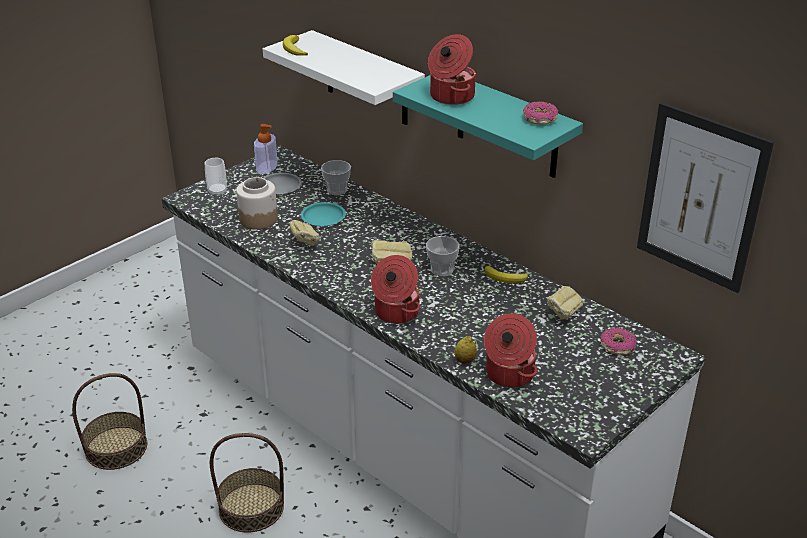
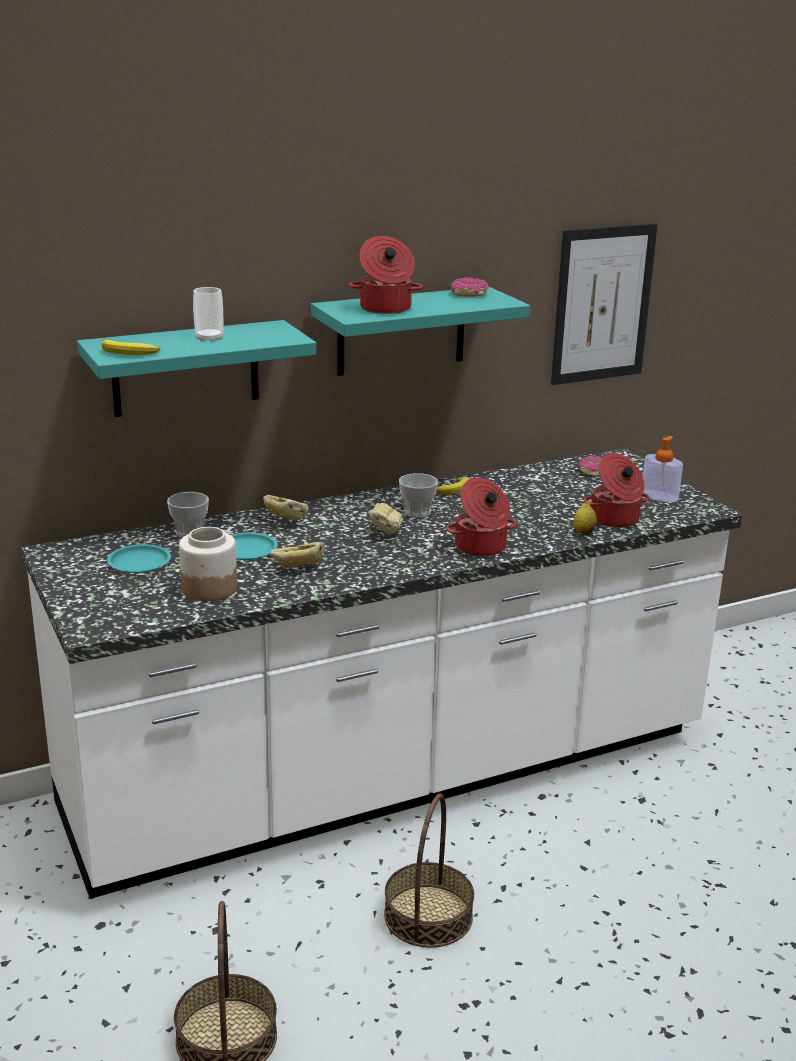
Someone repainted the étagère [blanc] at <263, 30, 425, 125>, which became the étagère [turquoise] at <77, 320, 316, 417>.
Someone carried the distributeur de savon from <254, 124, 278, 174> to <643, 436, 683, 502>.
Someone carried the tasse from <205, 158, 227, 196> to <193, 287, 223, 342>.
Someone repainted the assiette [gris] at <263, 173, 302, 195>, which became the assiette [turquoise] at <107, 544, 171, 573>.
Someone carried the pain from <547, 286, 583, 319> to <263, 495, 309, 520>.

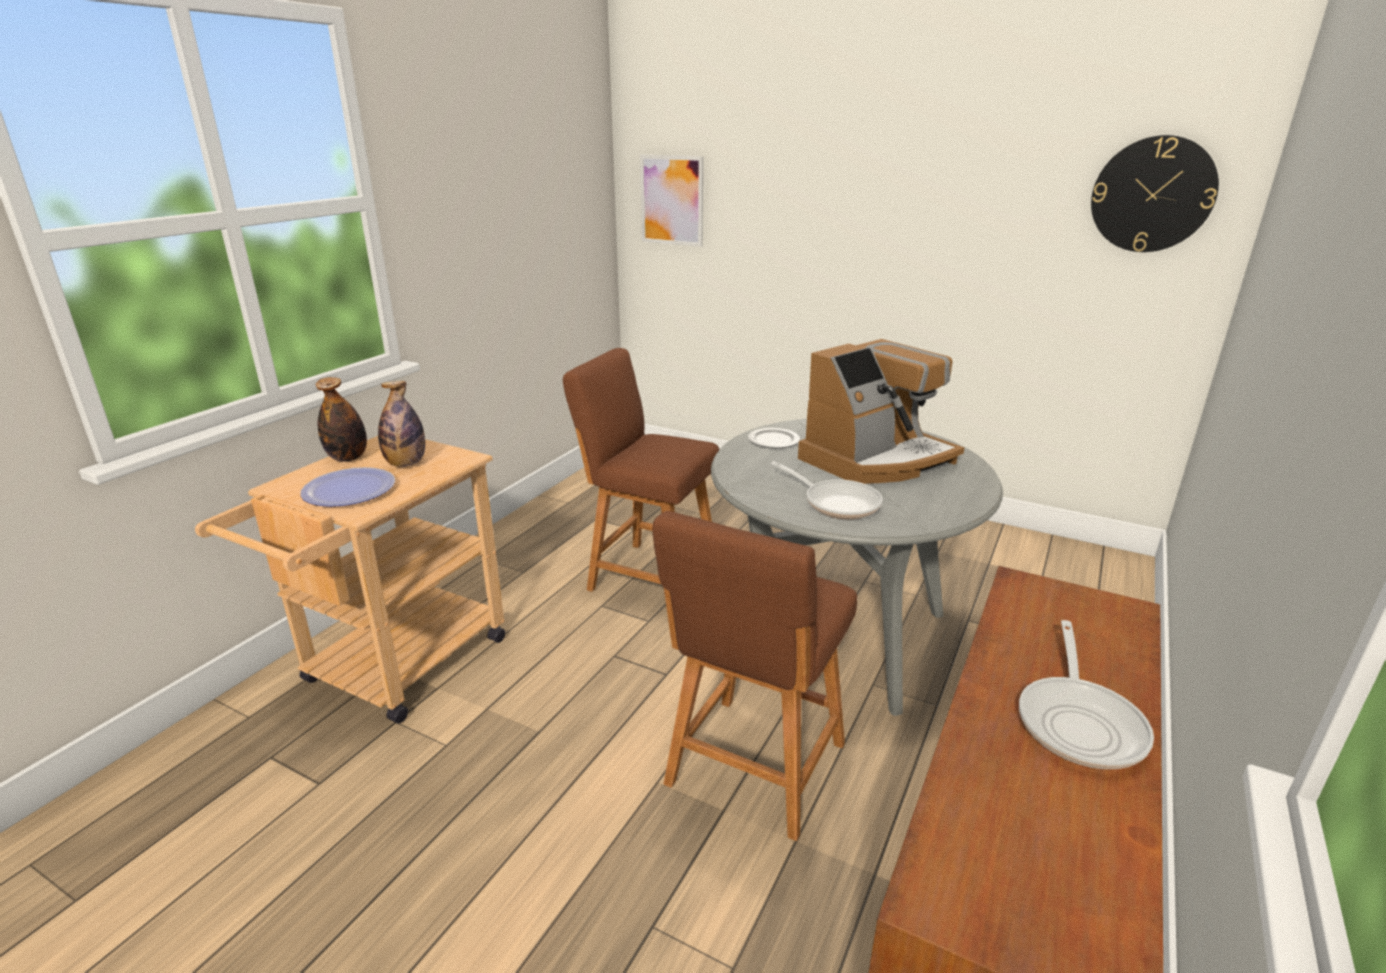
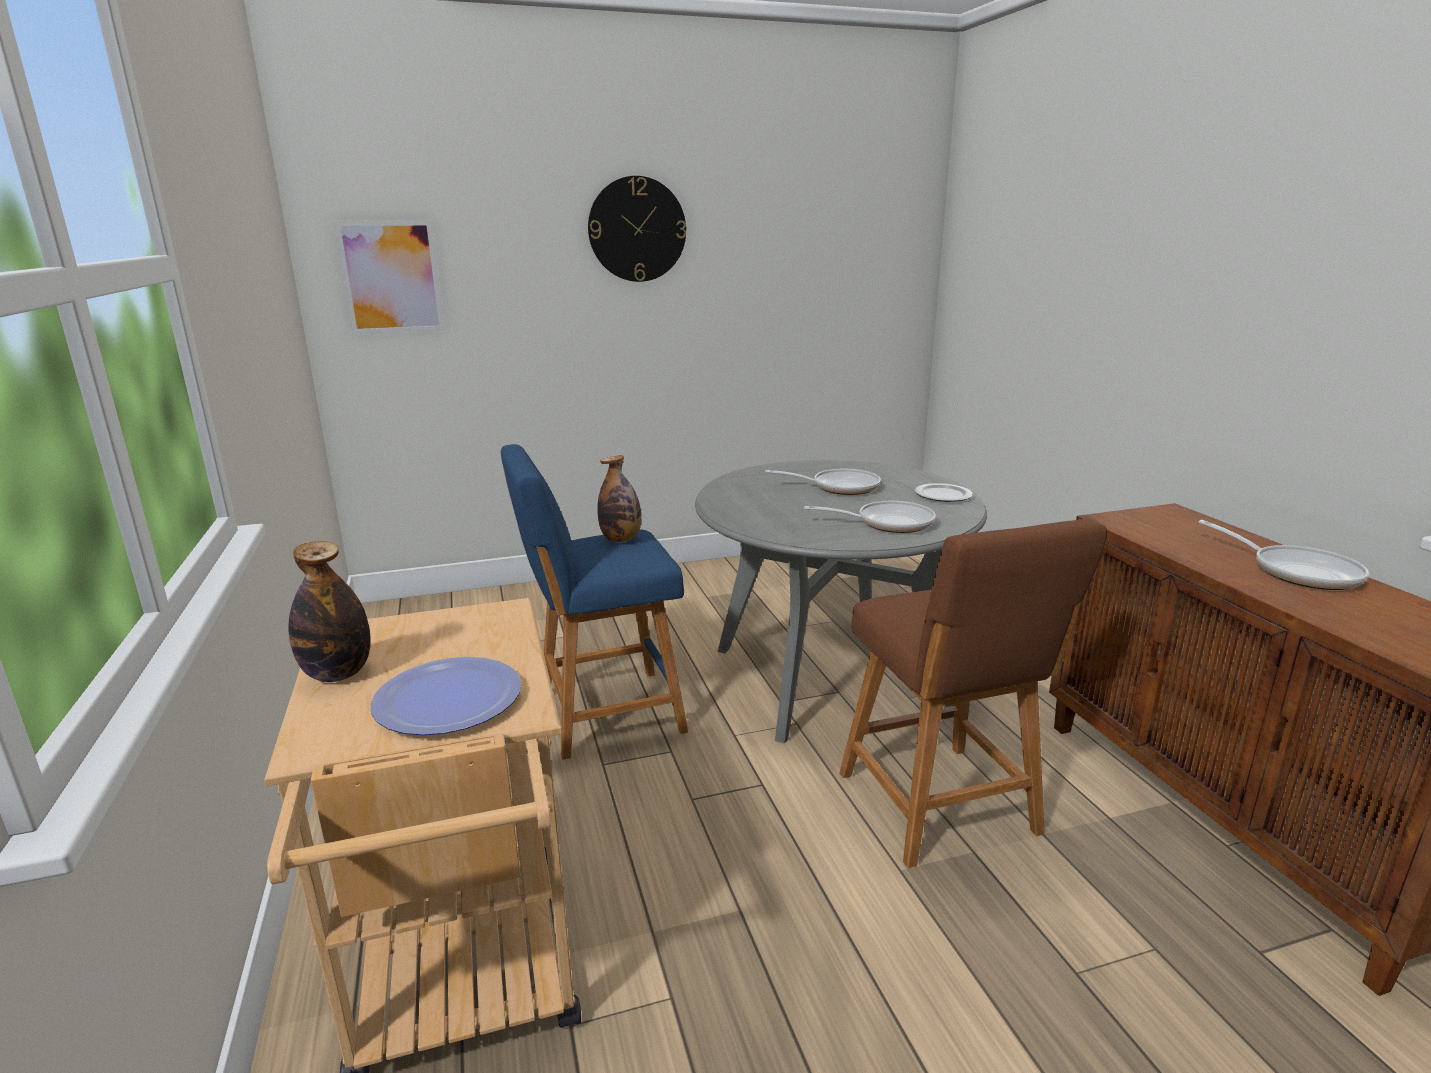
Someone carried the horloge murale from <1091, 135, 1219, 252> to <588, 176, 686, 282>.
Someone swapped the machine à café at <798, 339, 965, 484> for the poêle at <765, 469, 881, 495>.
Someone repainted the tabouret [marron] at <563, 348, 720, 592>, which became the tabouret [bleu] at <501, 444, 688, 760>.
Someone carried the bouteille from <378, 381, 425, 467> to <597, 455, 641, 542>.
Someone carried the assiette from <748, 428, 800, 448> to <915, 483, 973, 502>.

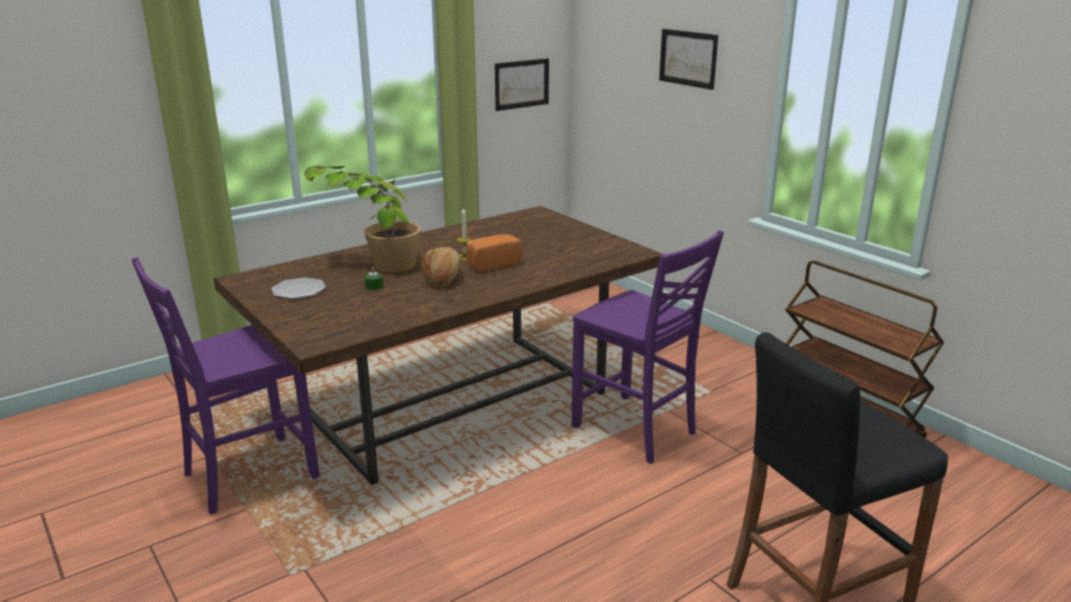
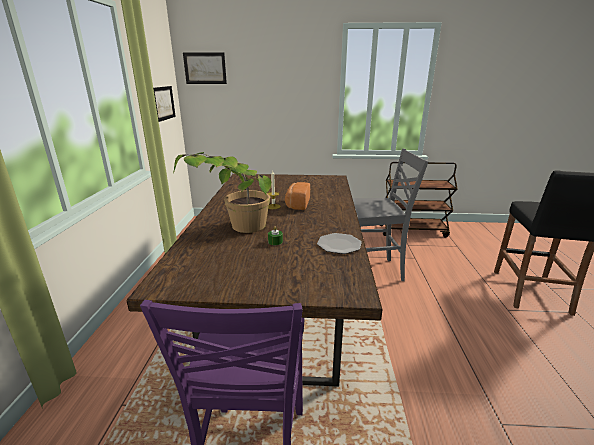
Someone carried the tableau from <659, 29, 718, 90> to <183, 52, 227, 84>.
Someone repainted the chaise [violet] at <572, 230, 724, 464>, which became the chaise [gris] at <352, 149, 429, 281>.
Someone took away the pain at <422, 247, 461, 287>.
Someone carried the assiette from <271, 277, 326, 299> to <317, 233, 362, 254>.

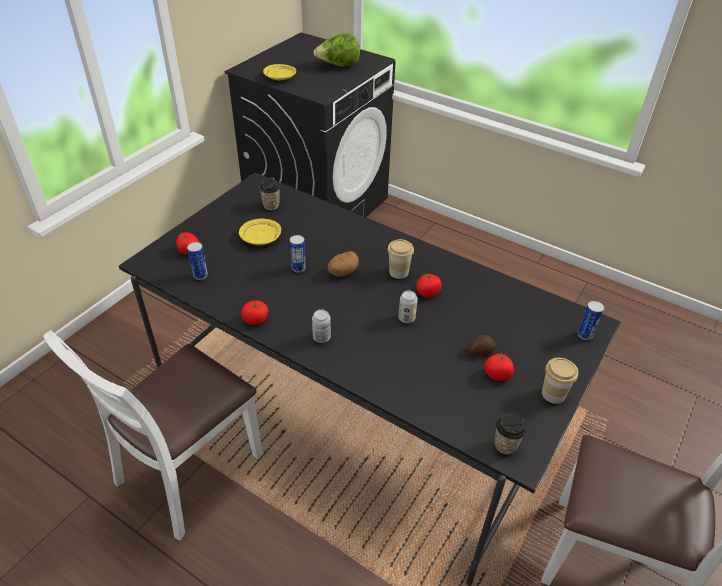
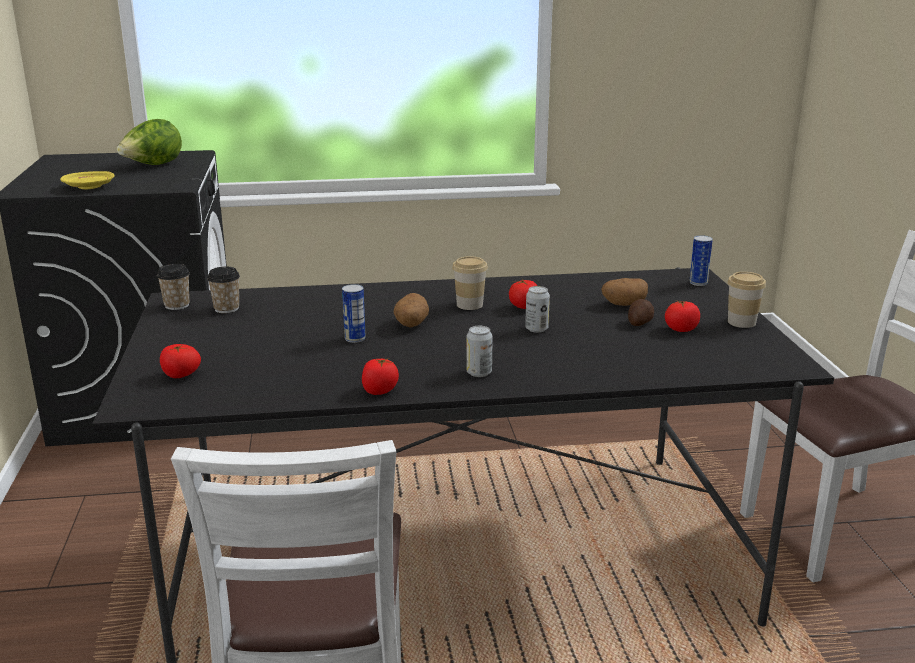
Someone took away the assiette [jaune] at <239, 219, 281, 245>.
Someone took away the boîte métallique at <187, 242, 208, 280>.
Someone carried the tasse from <494, 412, 527, 454> to <157, 264, 190, 310>.
Someone put down the pomme de terre at <601, 278, 648, 306>.

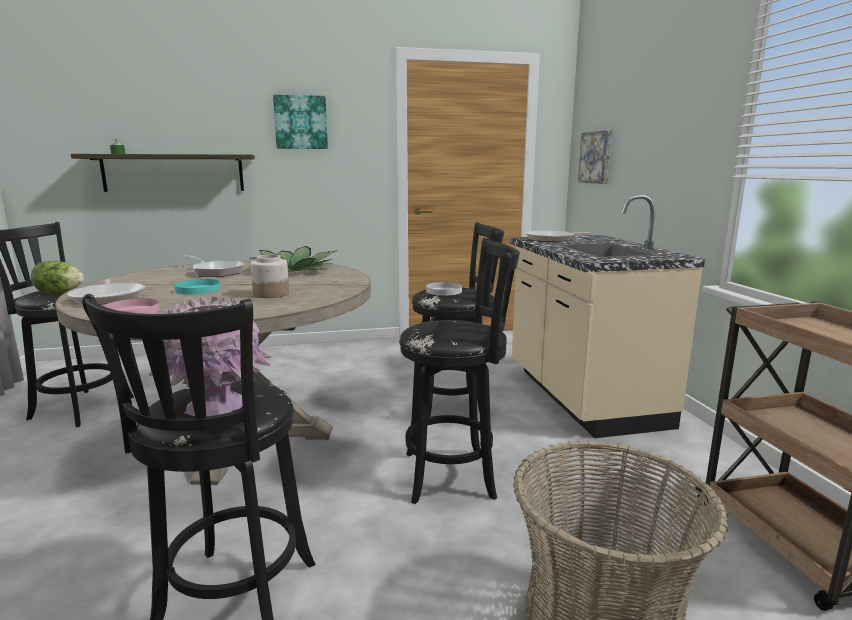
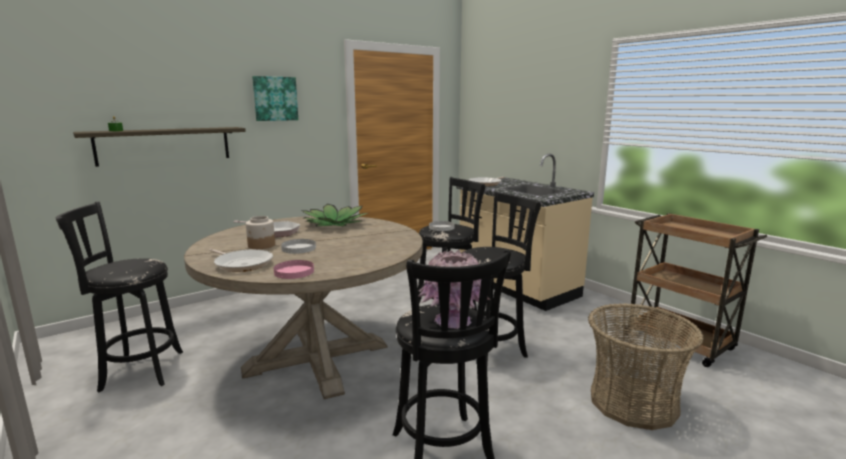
Someone took away the tableau at <578, 130, 612, 184>.
Someone carried the bocal from <251, 255, 289, 298> to <246, 216, 275, 249>.
Someone took away the laitue at <31, 261, 84, 293>.
Someone repainted the assiette [turquoise] at <174, 279, 220, 295>, which became the assiette [blanc] at <281, 239, 316, 254>.

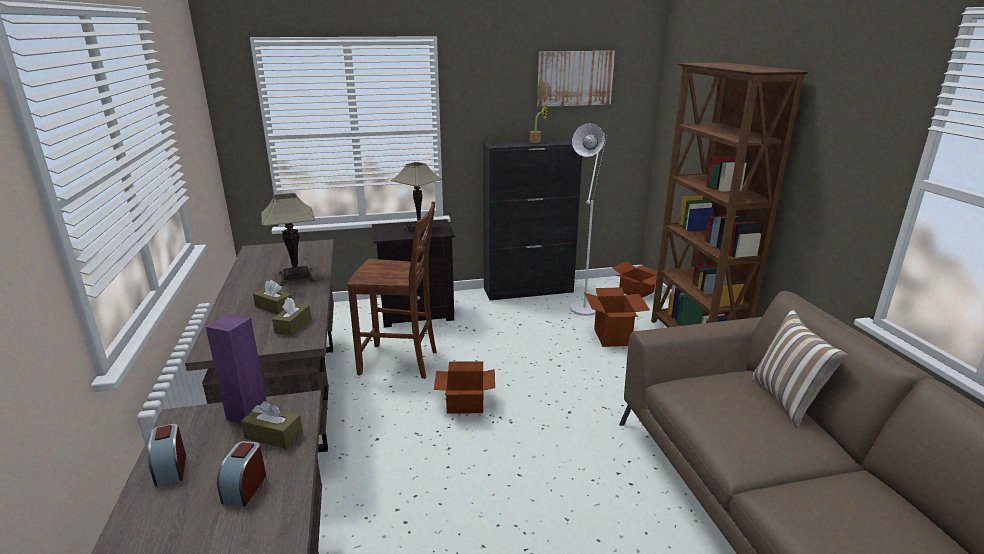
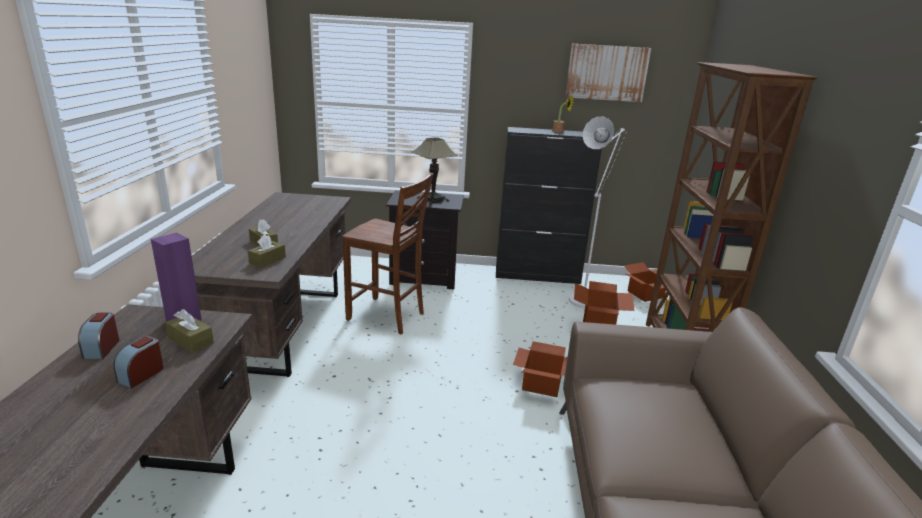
Someone took away the lampe de table at <261, 193, 315, 286>.
Someone took away the coussin at <752, 310, 848, 428>.
Someone carried the carton from <434, 361, 495, 414> to <513, 341, 567, 397>.

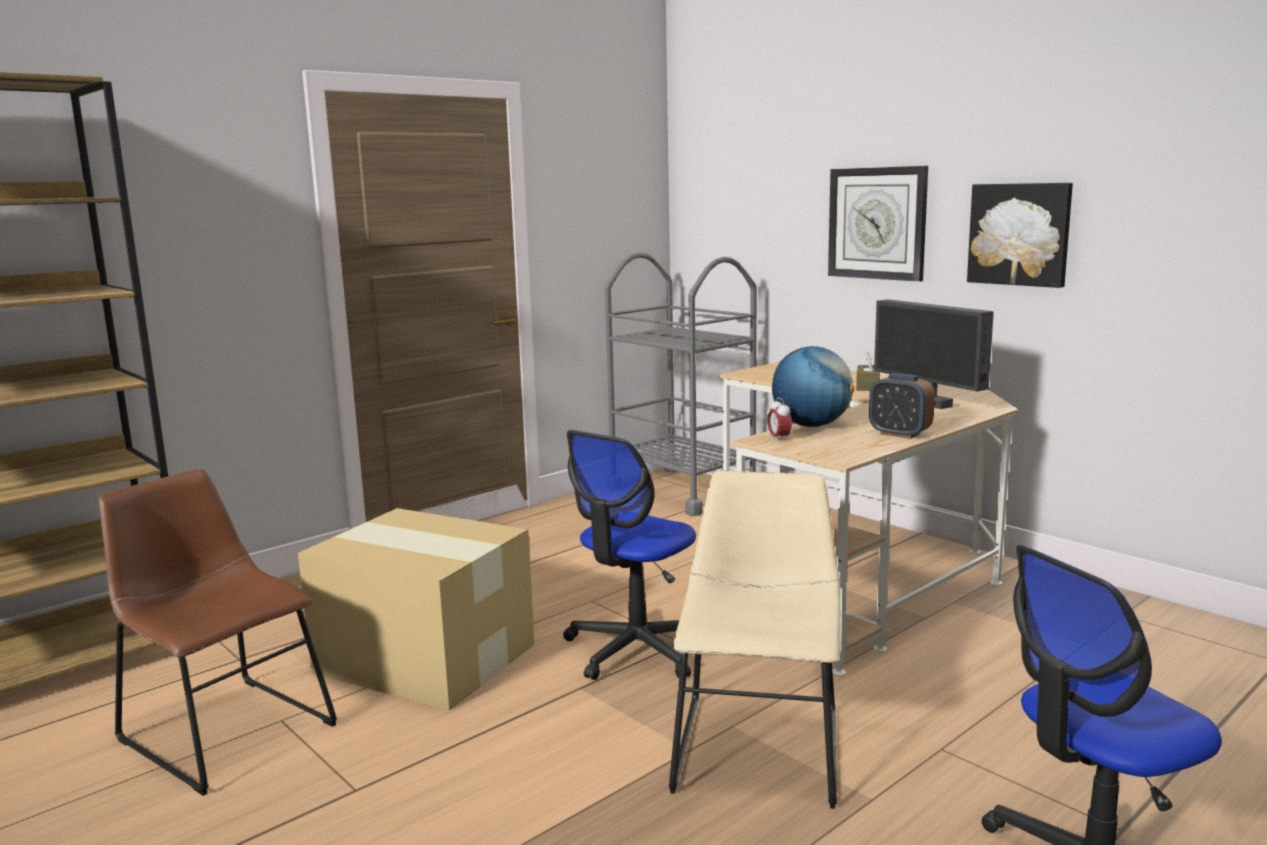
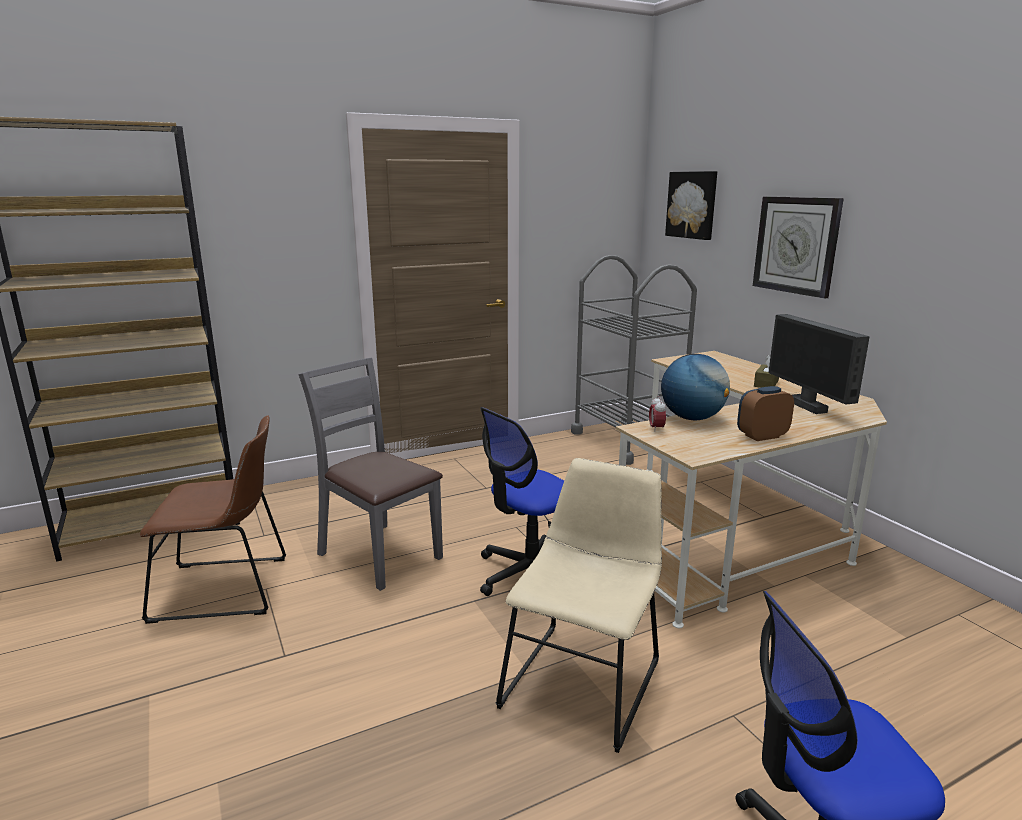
Someone carried the tableau from <967, 183, 1073, 288> to <665, 171, 717, 240>.
Someone rotated the réveil at <869, 373, 935, 439> by 105 degrees clockwise.
Someone rotated the chaise [marron] at <98, 469, 337, 796> by 120 degrees clockwise.
Someone swapped the carton at <298, 508, 534, 710> for the chaise [gris] at <298, 358, 443, 591>.

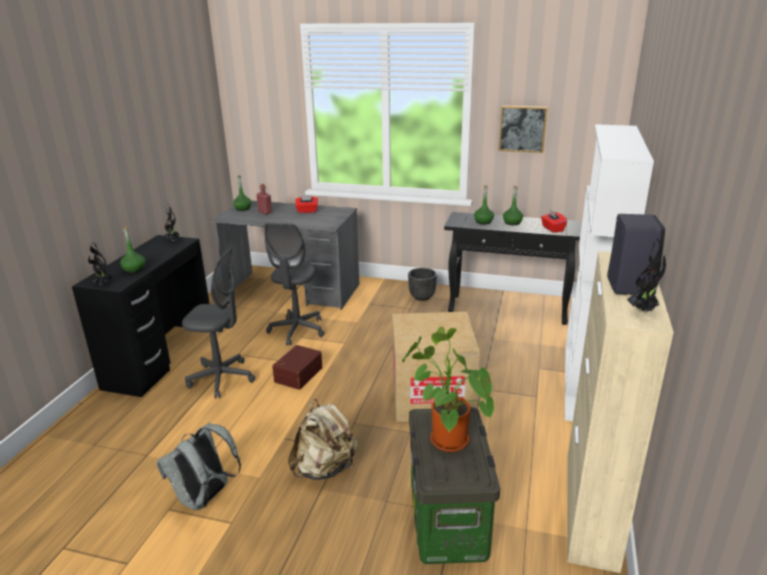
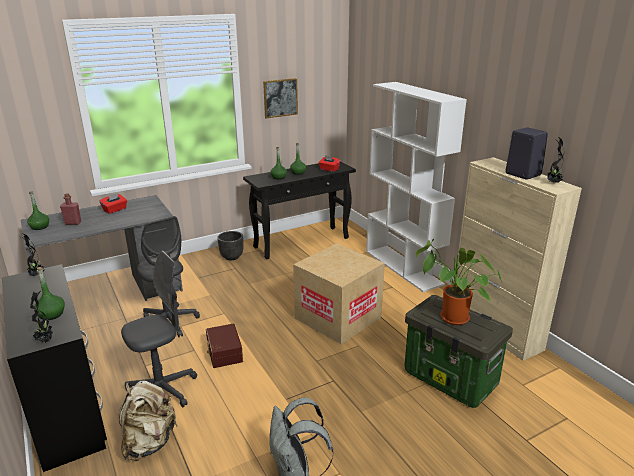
Someone carried the sac à dos [beige] from <288, 399, 358, 480> to <119, 381, 177, 461>.

